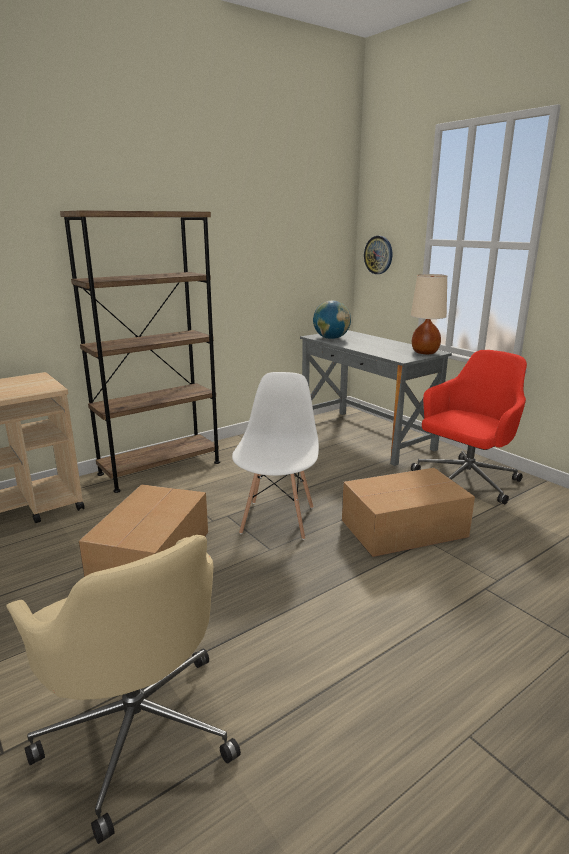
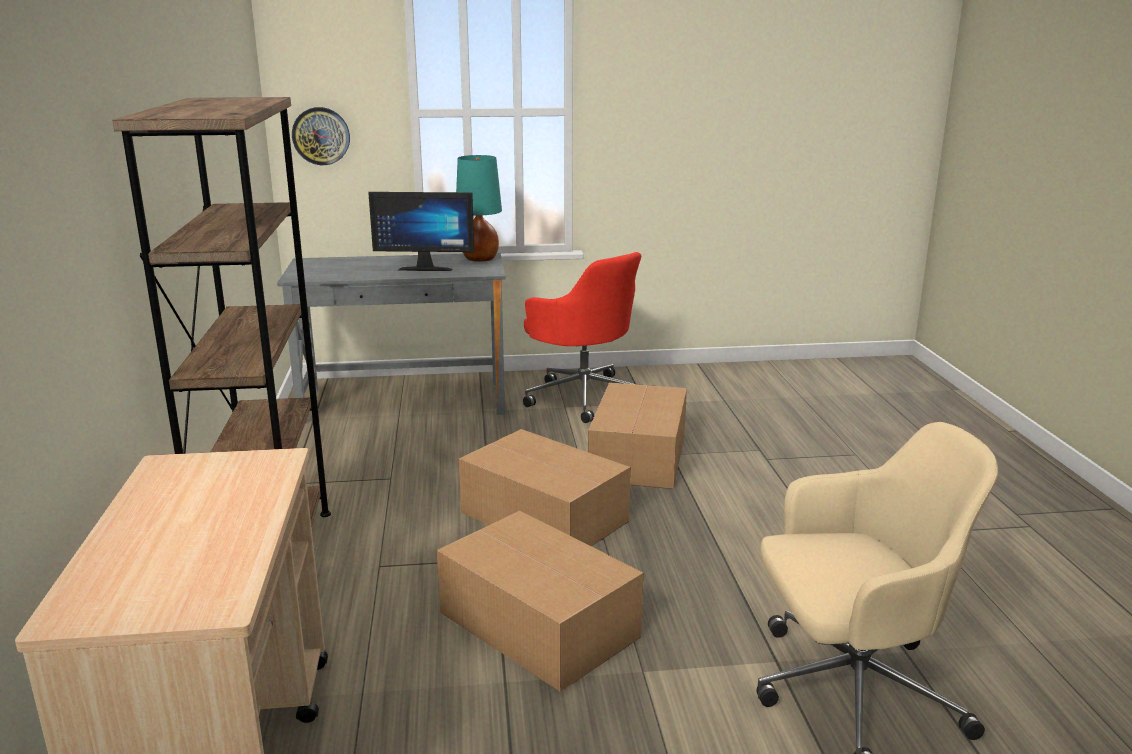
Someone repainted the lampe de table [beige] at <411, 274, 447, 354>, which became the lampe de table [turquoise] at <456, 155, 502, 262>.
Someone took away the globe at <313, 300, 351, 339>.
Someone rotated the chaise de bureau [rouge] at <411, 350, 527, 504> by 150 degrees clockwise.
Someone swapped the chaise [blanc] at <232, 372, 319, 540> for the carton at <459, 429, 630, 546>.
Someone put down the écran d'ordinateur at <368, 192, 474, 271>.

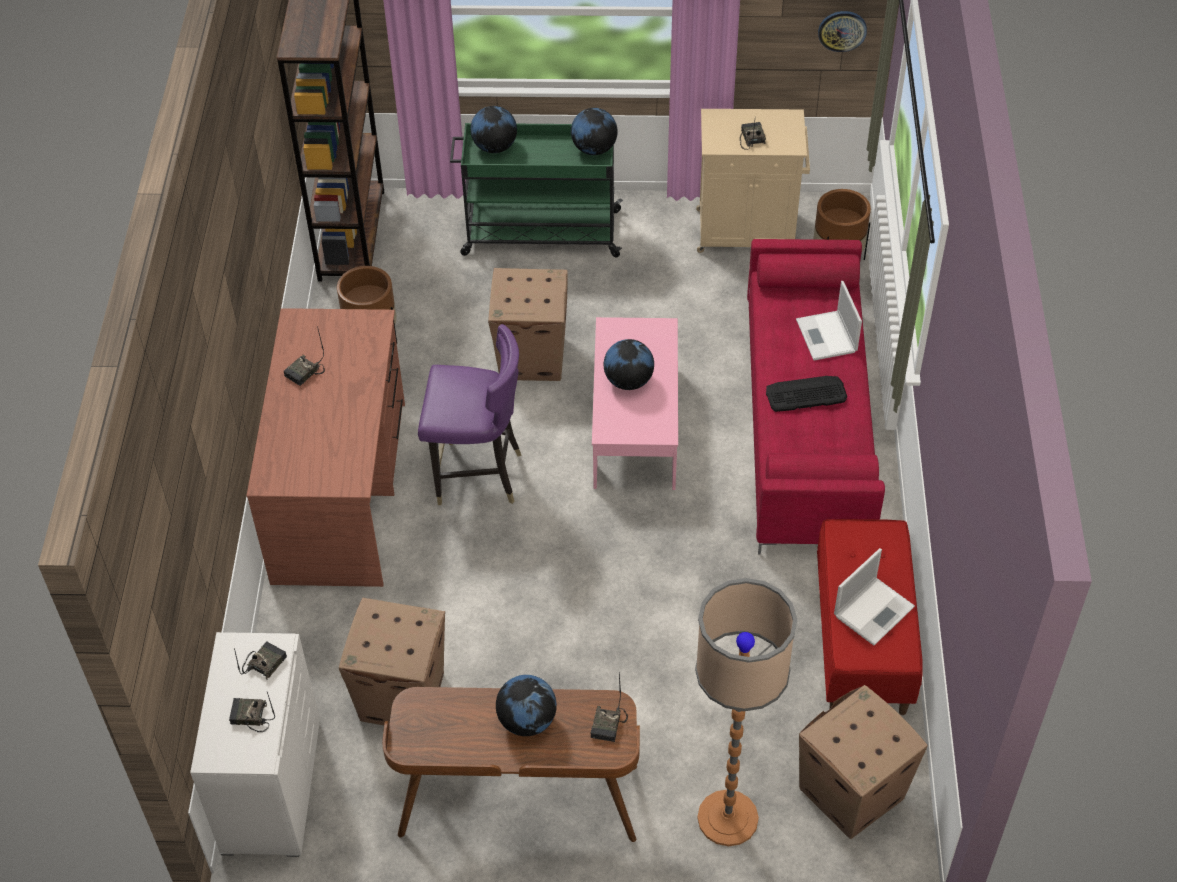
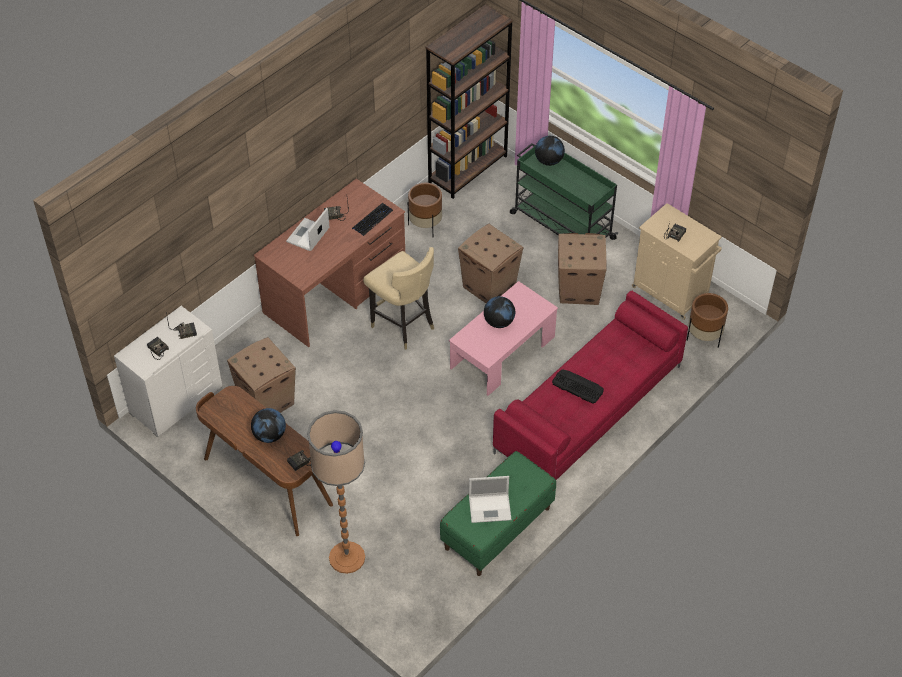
Someone took away the horloge murale at <818, 11, 867, 52>.
Someone took away the globe at <571, 108, 618, 155>.
Someone carried the ordinateur portable from <796, 281, 862, 360> to <286, 208, 330, 251>.
Someone repainted the chaise [violet] at <418, 324, 521, 505>, which became the chaise [beige] at <363, 247, 434, 350>.
Someone repainted the banc [rouge] at <817, 519, 923, 715>, which became the banc [vert] at <440, 451, 556, 576>.
Someone carried the carton from <799, 685, 928, 839> to <558, 233, 607, 305>.
Someone put down the clavier at <352, 203, 393, 236>.

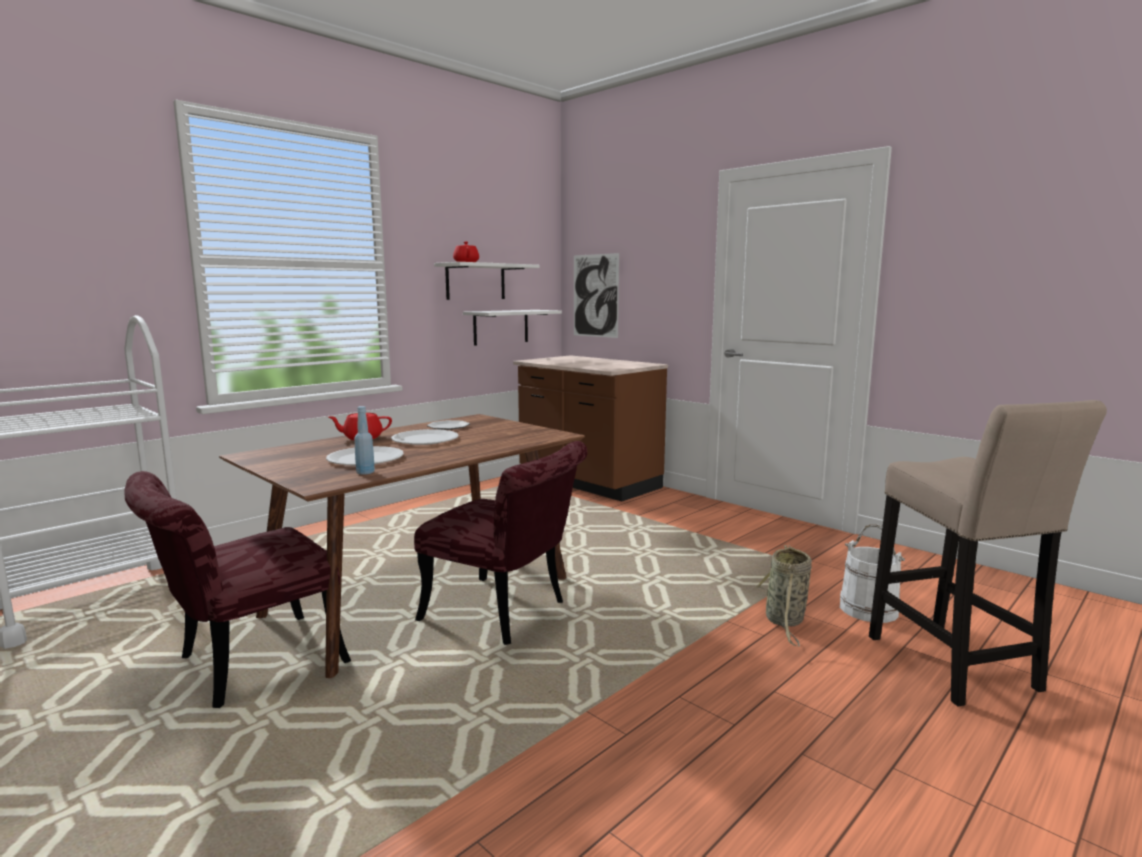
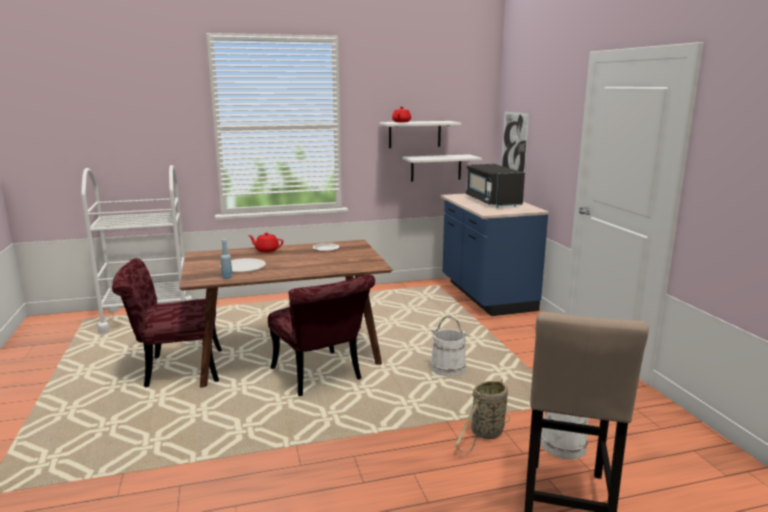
Someone repainted the comptoir de cuisine [marron] at <513, 355, 668, 502>, which became the comptoir de cuisine [bleu] at <441, 193, 549, 316>.
Someone took away the assiette [blanc] at <391, 429, 459, 445>.
Someone put down the micro-ondes [noir] at <466, 164, 525, 208>.
Someone put down the seau [blanc] at <431, 316, 468, 377>.

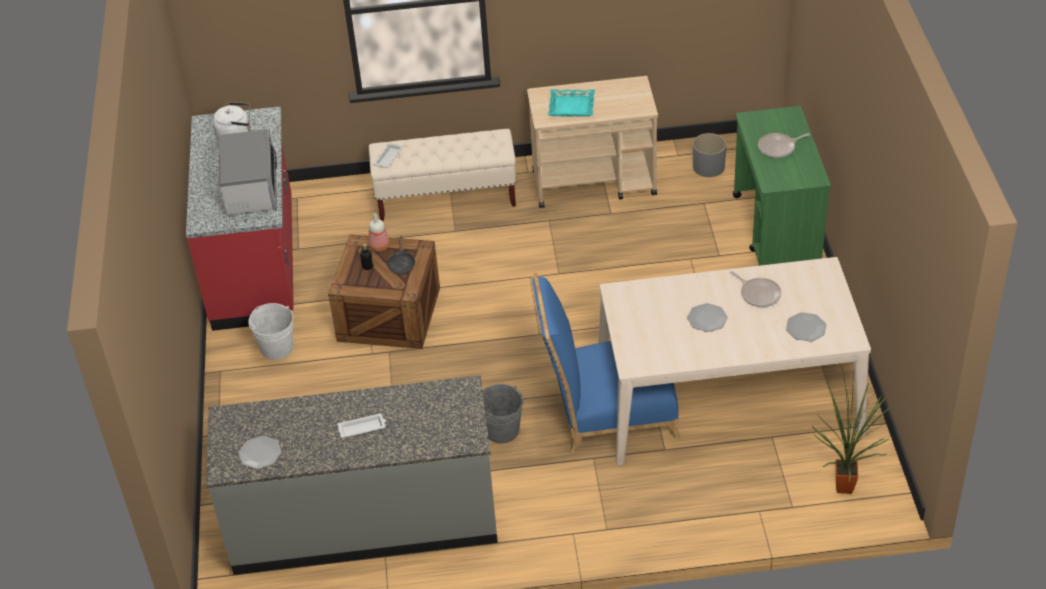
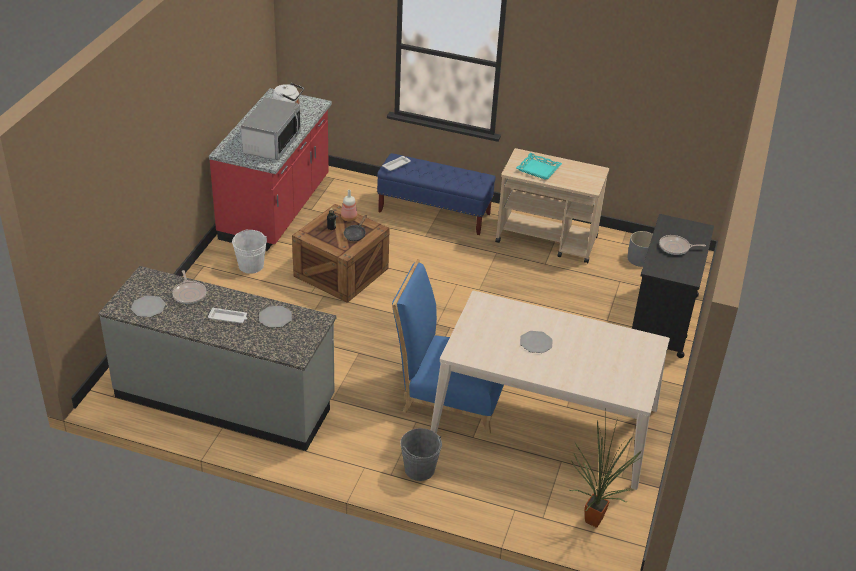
Someone repainted the chariot [vert] at <733, 106, 831, 266>, which became the chariot [noir] at <632, 214, 714, 358>.
Someone repainted the banc [beige] at <369, 129, 516, 221>, which became the banc [bleu] at <377, 153, 496, 235>.
Someone carried the poêle from <730, 271, 781, 307> to <172, 270, 207, 304>.
Someone carried the assiette from <786, 312, 826, 341> to <259, 306, 292, 328>.
Someone carried the seau [gris] from <483, 384, 523, 443> to <400, 428, 442, 481>.

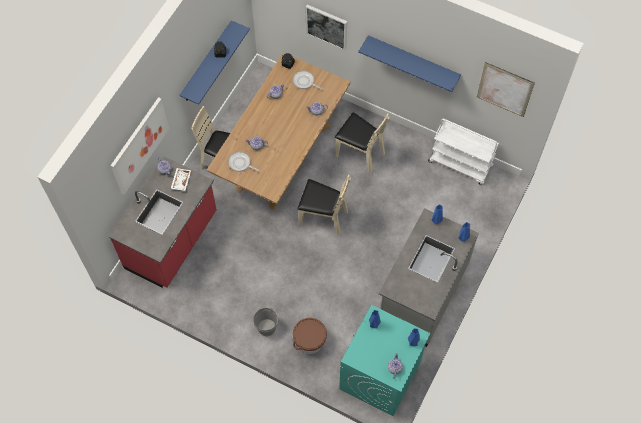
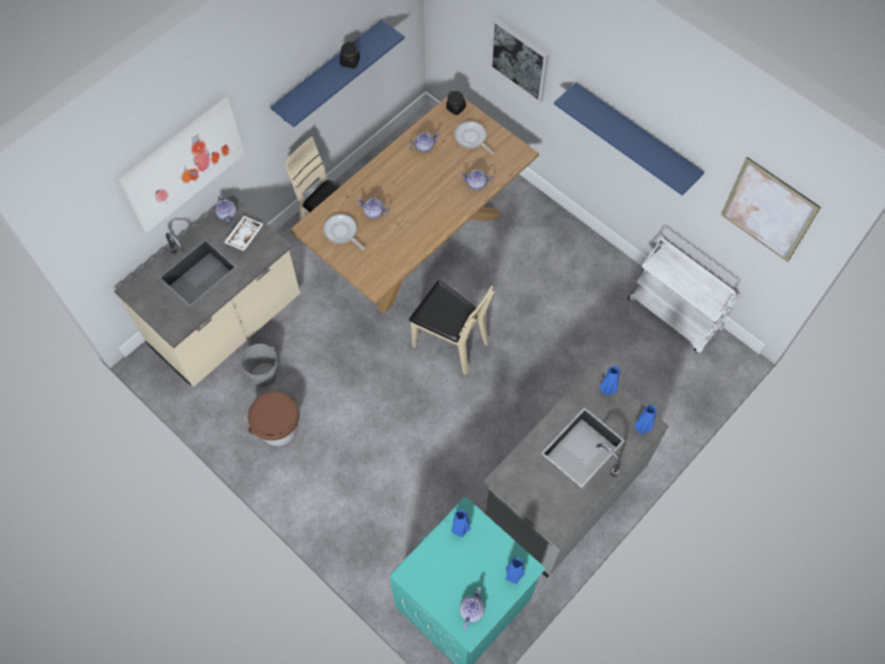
Someone took away the chaise [beige] at <335, 113, 389, 174>.
Someone repainted the comptoir de cuisine [rouge] at <109, 157, 217, 288>, which became the comptoir de cuisine [beige] at <114, 194, 300, 387>.
Someone carried the seau [gris] from <253, 308, 278, 336> to <241, 344, 278, 387>.
Someone carried the seau [marron] from <293, 318, 327, 354> to <248, 392, 299, 446>.

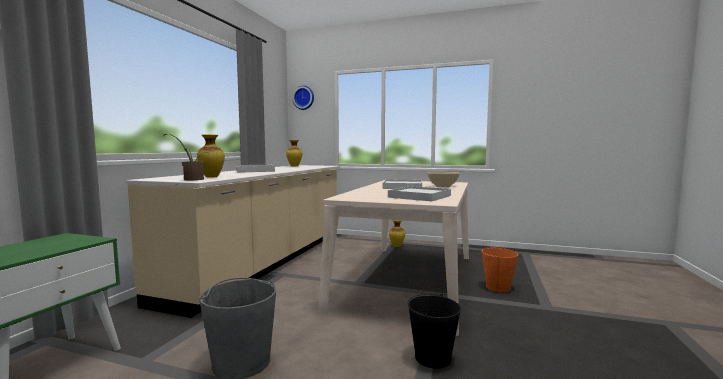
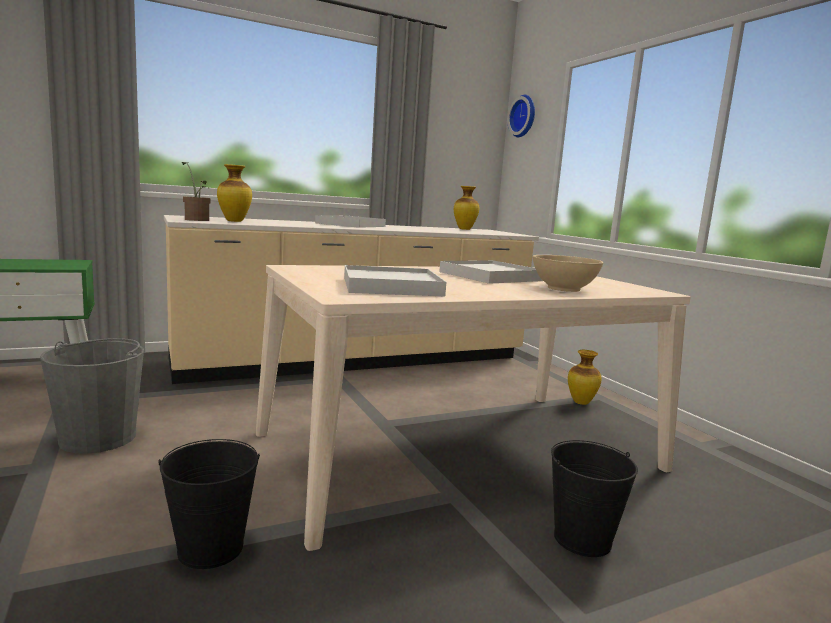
Someone repainted the seau [orange] at <481, 246, 518, 292>, which became the seau [noir] at <551, 440, 638, 557>.

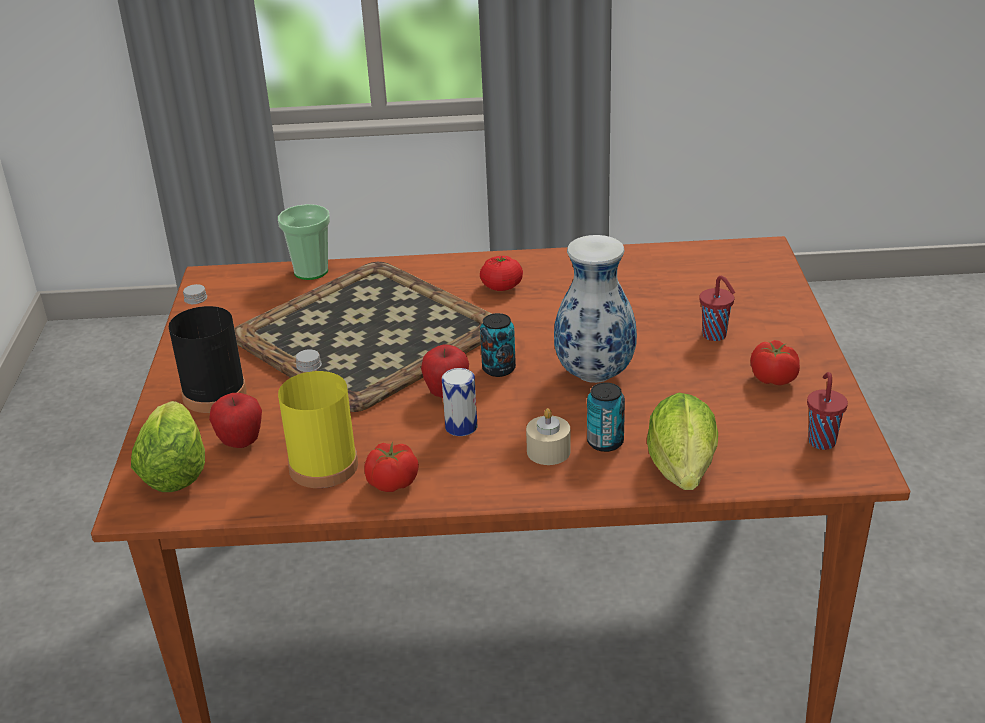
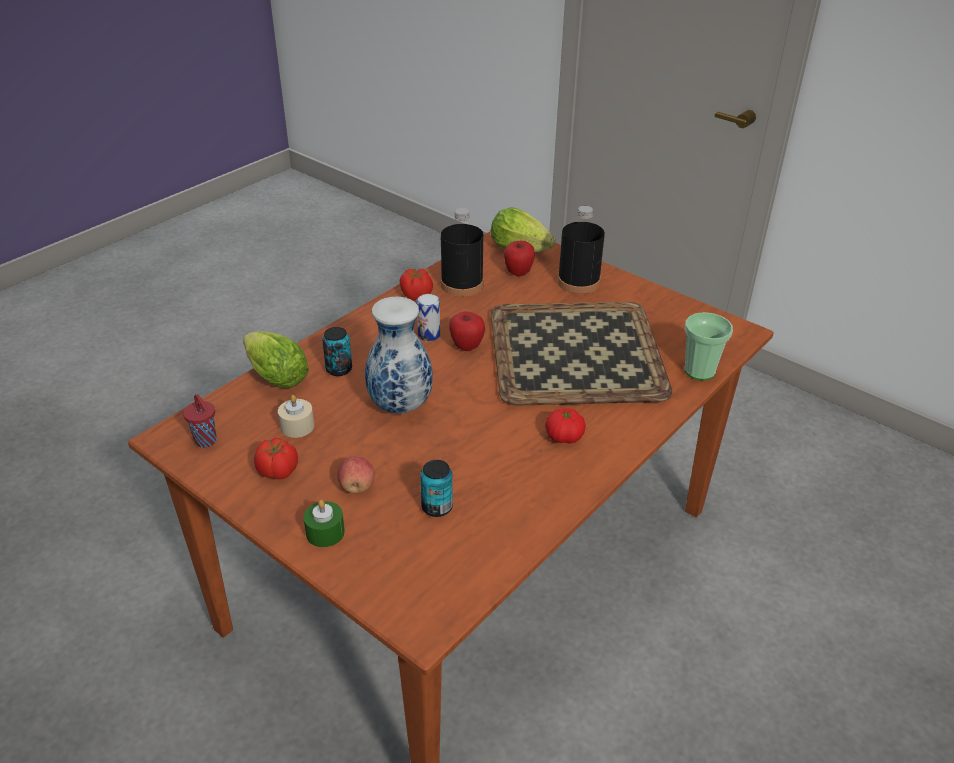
Someone swapped the tasse [rouge] at <699, 276, 735, 341> for the pomme at <337, 456, 375, 493>.
Someone carried the boîte métallique from <480, 313, 516, 377> to <420, 460, 453, 517>.
Someone repainted the bouteille [jaune] at <278, 349, 358, 488>, which became the bouteille [noir] at <441, 208, 483, 297>.
Someone carried the bougie [beige] from <526, 408, 571, 465> to <278, 395, 314, 438>.
Someone put down the bougie [vert] at <304, 500, 345, 547>.

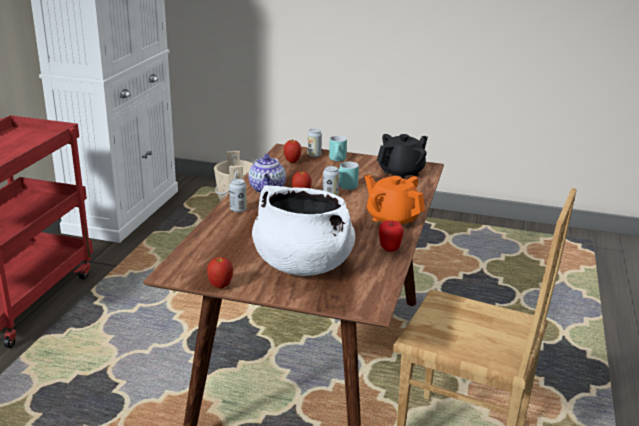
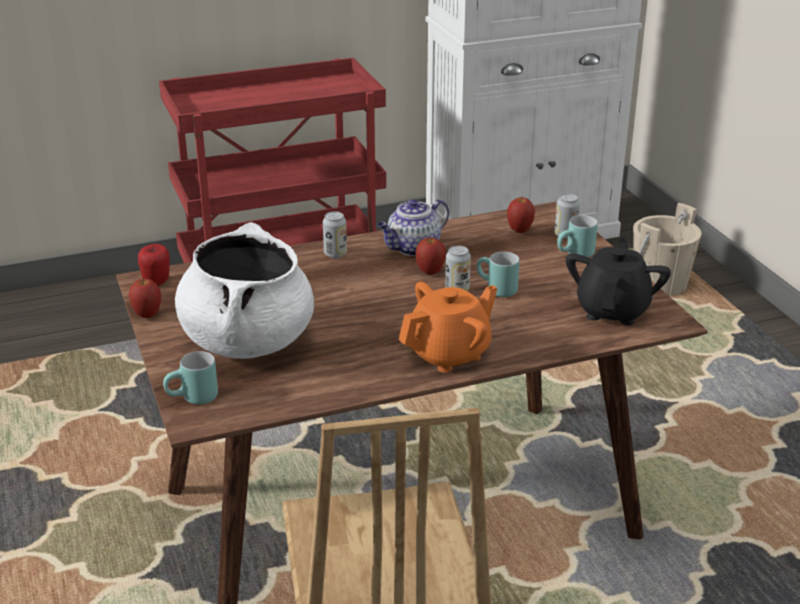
Someone rotated the théière [noir] at <377, 134, 428, 179> by 90 degrees counterclockwise.
Someone rotated the théière [orange] at <365, 175, 425, 225> by 45 degrees clockwise.
Someone carried the pomme from <379, 220, 404, 252> to <138, 244, 170, 285>.
Someone put down the mug [turquoise] at <163, 351, 218, 404>.

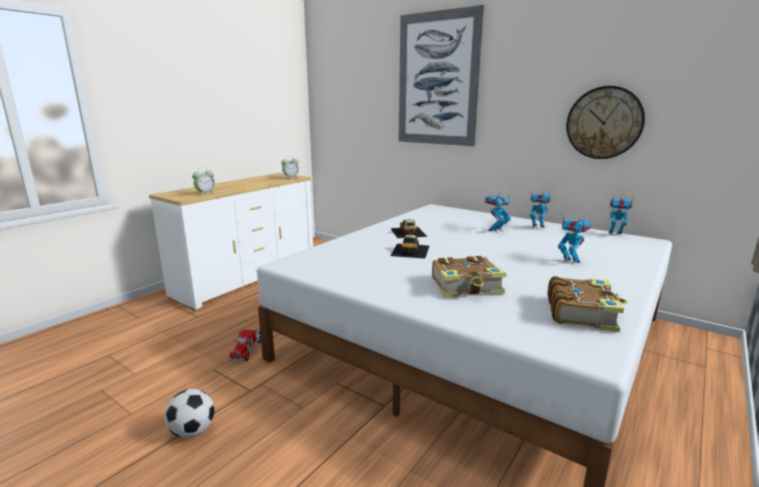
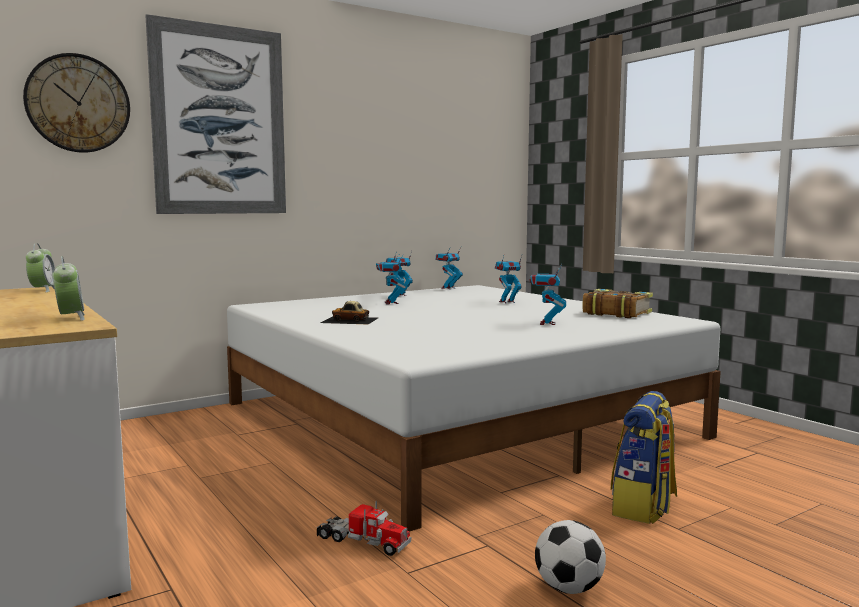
Someone carried the horloge murale from <566, 86, 645, 159> to <23, 53, 130, 153>.
Someone took away the petite voiture at <391, 235, 429, 259>.
Someone swapped the livre at <432, 256, 507, 297> for the robot jouet at <529, 264, 566, 325>.
Someone put down the sac à dos at <611, 391, 677, 524>.

